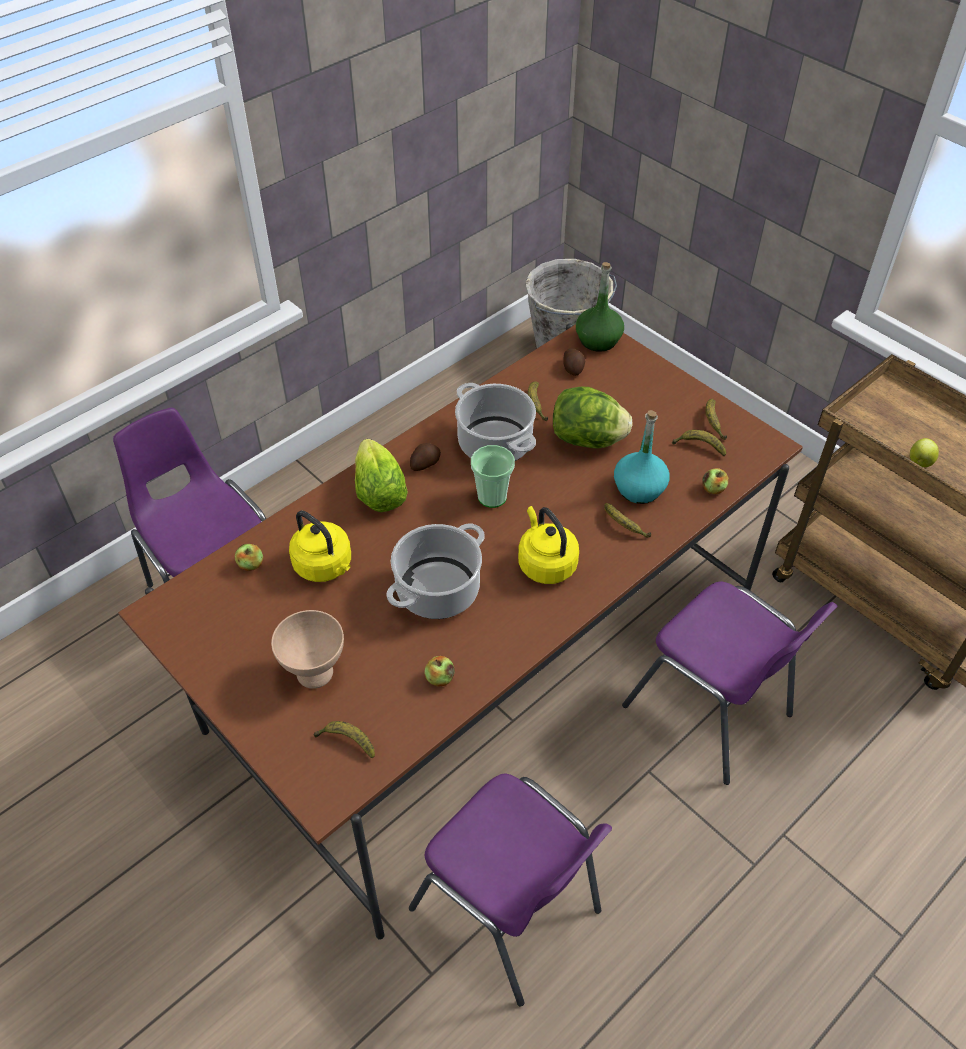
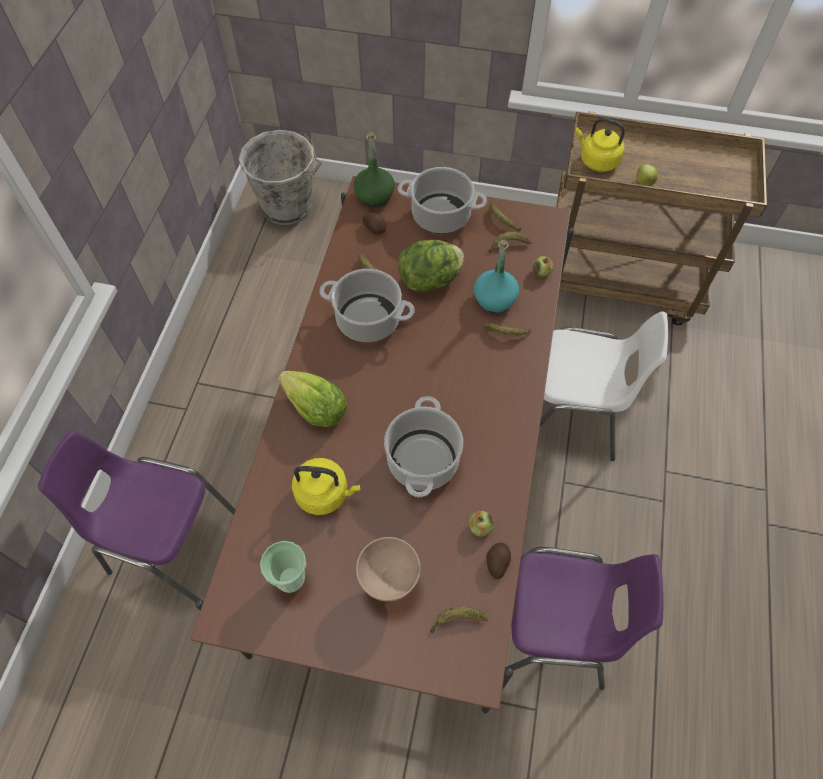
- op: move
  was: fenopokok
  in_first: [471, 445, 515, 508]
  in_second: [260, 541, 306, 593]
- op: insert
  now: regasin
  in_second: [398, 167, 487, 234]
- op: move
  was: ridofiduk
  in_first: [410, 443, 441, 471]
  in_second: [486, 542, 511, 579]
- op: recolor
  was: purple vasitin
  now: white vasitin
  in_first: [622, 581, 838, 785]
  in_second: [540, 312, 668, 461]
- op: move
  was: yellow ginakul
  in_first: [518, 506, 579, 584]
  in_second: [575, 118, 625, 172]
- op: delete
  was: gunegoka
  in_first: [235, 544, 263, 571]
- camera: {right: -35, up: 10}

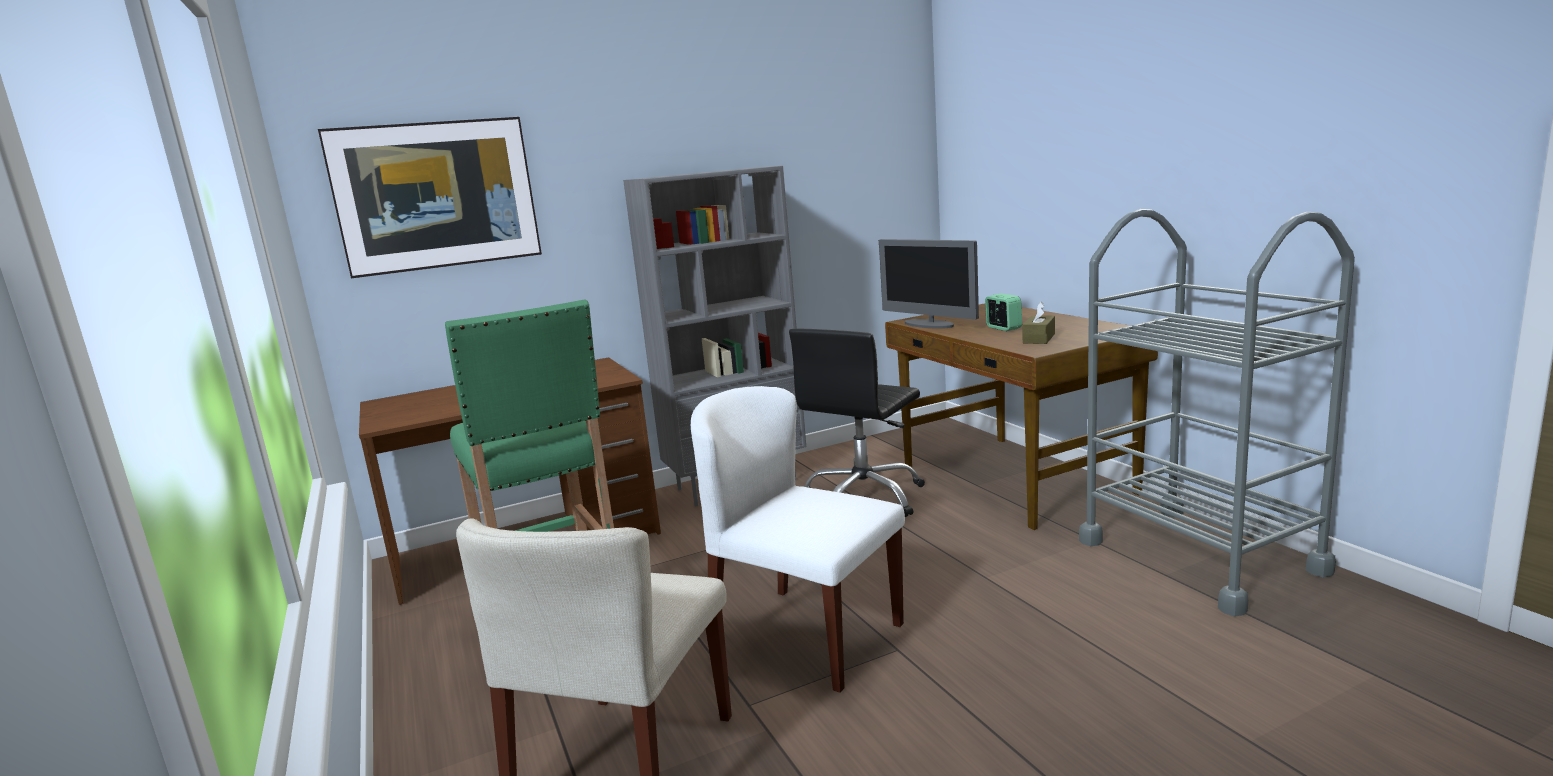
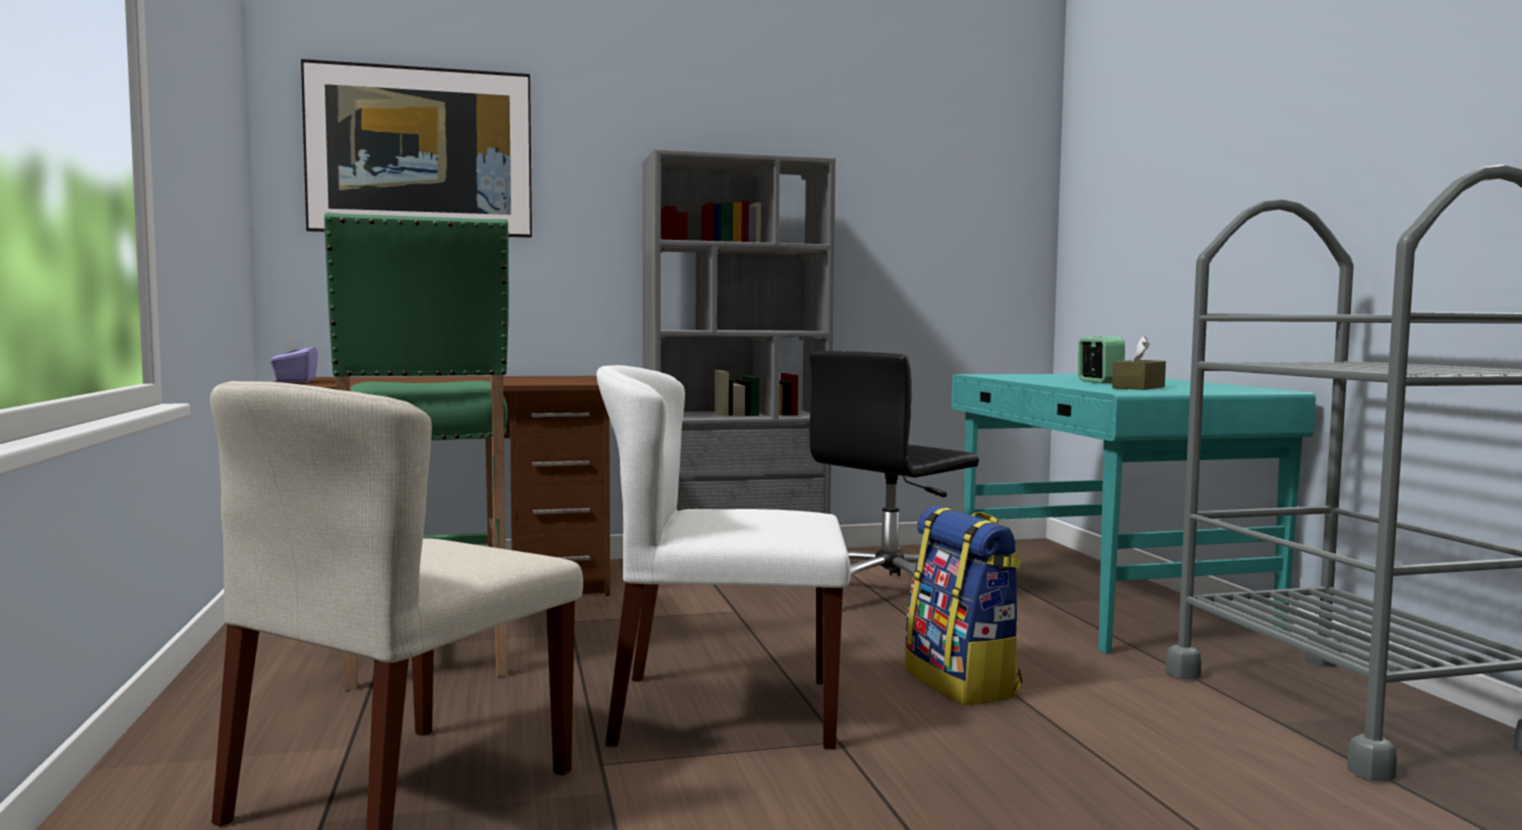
- op: insert
  now: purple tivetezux
  in_second: [270, 336, 318, 383]
- op: rotate
  was: white vasitin
  in_first: [691, 386, 905, 693]
  in_second: [597, 365, 851, 749]
  clockwise: -45
- op: insert
  now: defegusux
  in_second: [905, 506, 1022, 705]
- op: recolor
  was: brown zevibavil
  now: turquoise zevibavil
  in_first: [885, 304, 1158, 530]
  in_second: [952, 374, 1316, 654]
- op: delete
  was: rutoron
  in_first: [879, 239, 979, 329]
- camera: {right: 10, up: -10}

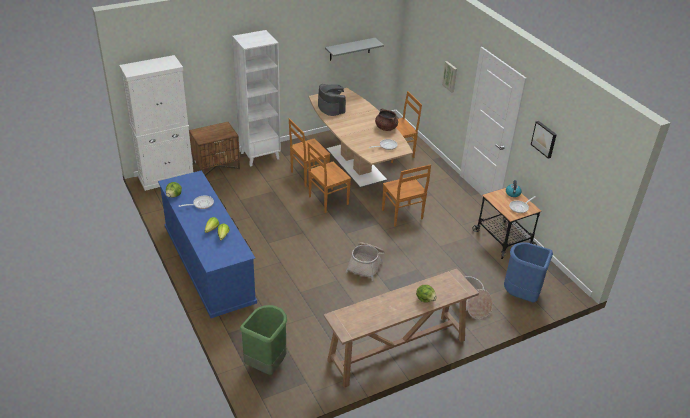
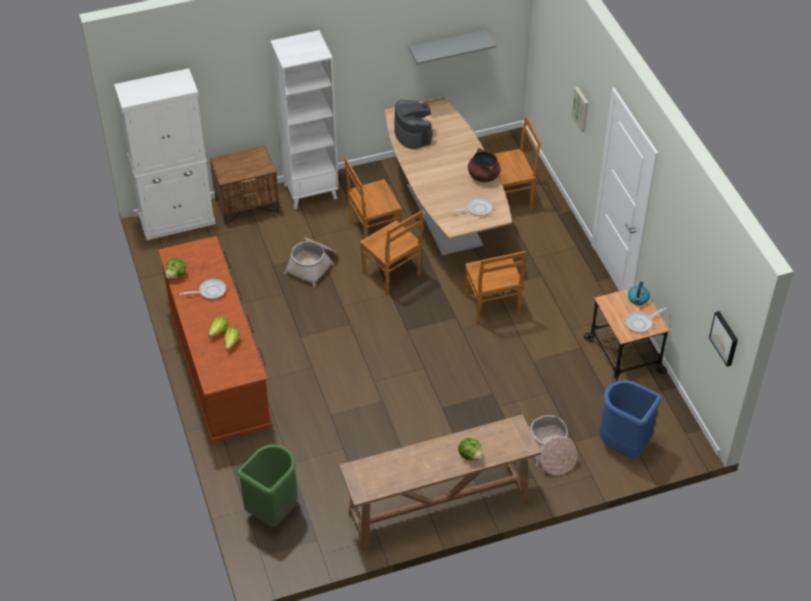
- op: recolor
  was: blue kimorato
  now: brown kimorato
  in_first: [158, 170, 257, 318]
  in_second: [158, 236, 273, 443]
- op: move
  was: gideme
  in_first: [345, 242, 385, 281]
  in_second: [284, 238, 337, 287]
- op: rotate
  was: brown vasitin
  in_first: [308, 142, 351, 213]
  in_second: [360, 210, 423, 295]
  clockwise: -105
- op: move
  was: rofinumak
  in_first: [531, 121, 557, 159]
  in_second: [709, 311, 738, 367]
- camera: {right: 10, up: 10}

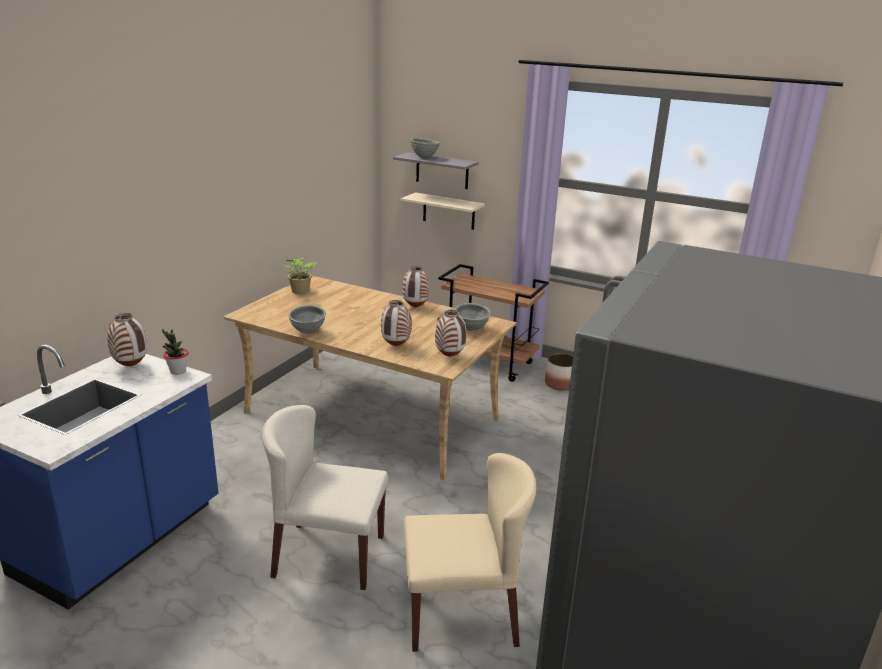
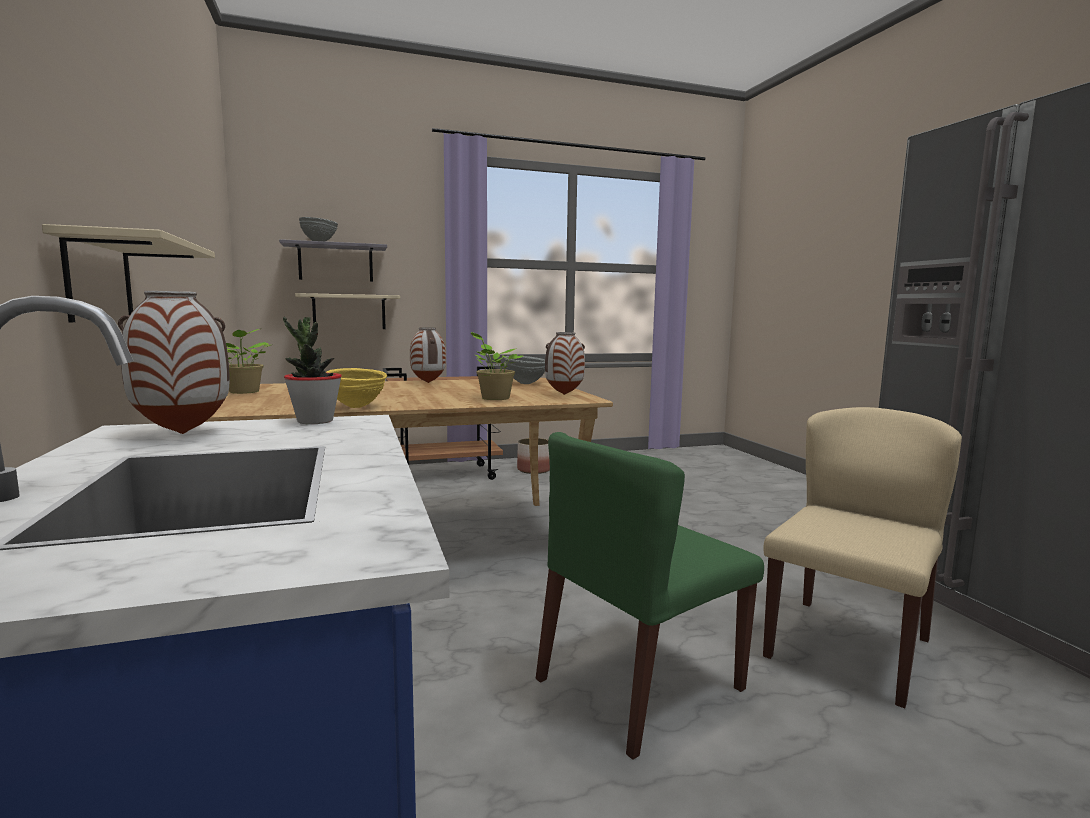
- op: insert
  now: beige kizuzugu
  in_second: [42, 224, 215, 322]
- op: recolor
  was: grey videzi
  now: yellow videzi
  in_first: [289, 305, 326, 334]
  in_second: [326, 368, 387, 408]
- op: replace
  was: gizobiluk
  now: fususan
  in_first: [381, 300, 411, 346]
  in_second: [471, 332, 523, 400]
- op: recolor
  was: beige vasitin
  now: green vasitin
  in_first: [262, 405, 388, 590]
  in_second: [536, 432, 764, 760]
- camera: {right: -45, up: -15}

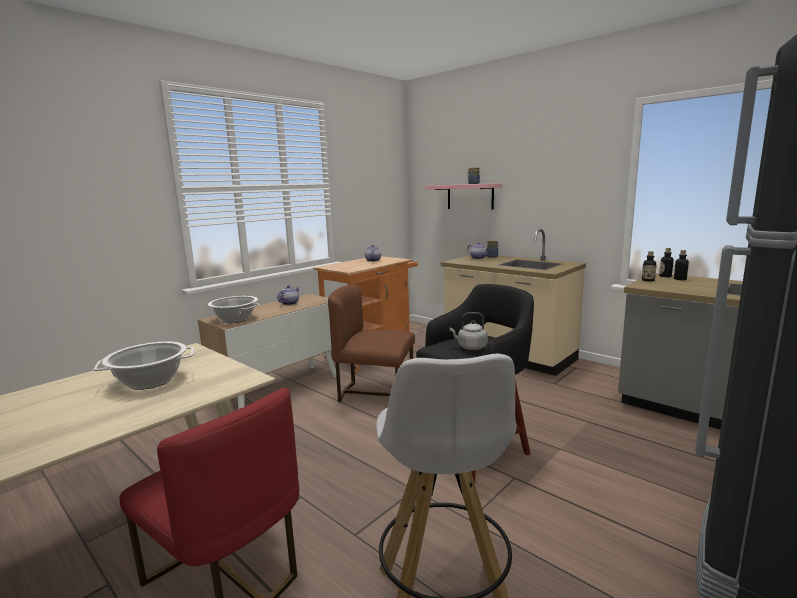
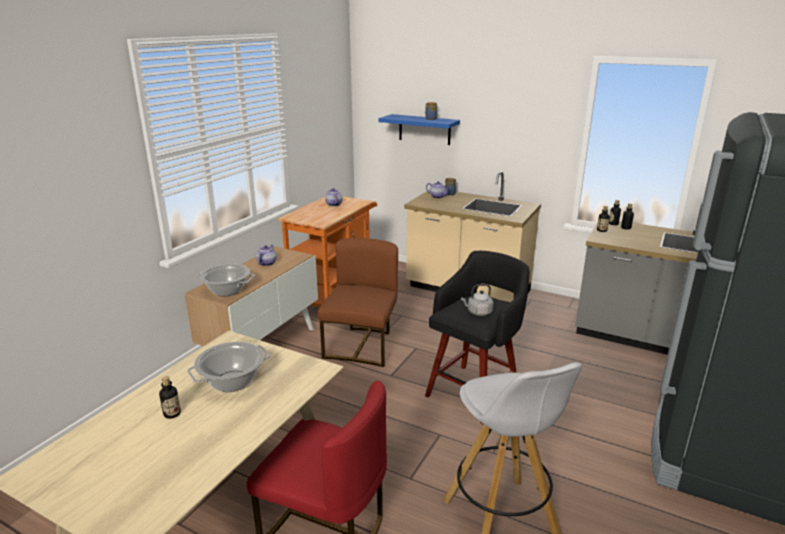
- op: insert
  now: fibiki
  in_second: [159, 376, 181, 419]
- op: rotate
  was: brown vasitin
  in_first: [328, 285, 415, 402]
  in_second: [318, 238, 398, 367]
  clockwise: 105
- op: recolor
  was: pink kizuzugu
  now: blue kizuzugu
  in_first: [425, 183, 502, 209]
  in_second: [378, 114, 460, 145]
- camera: {right: -15, up: 10}

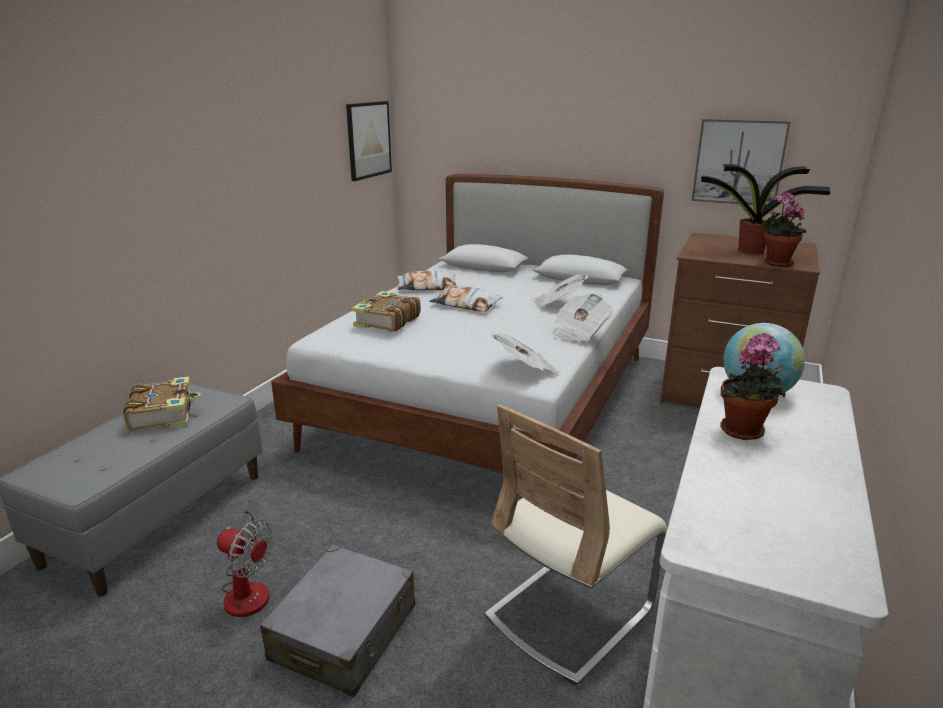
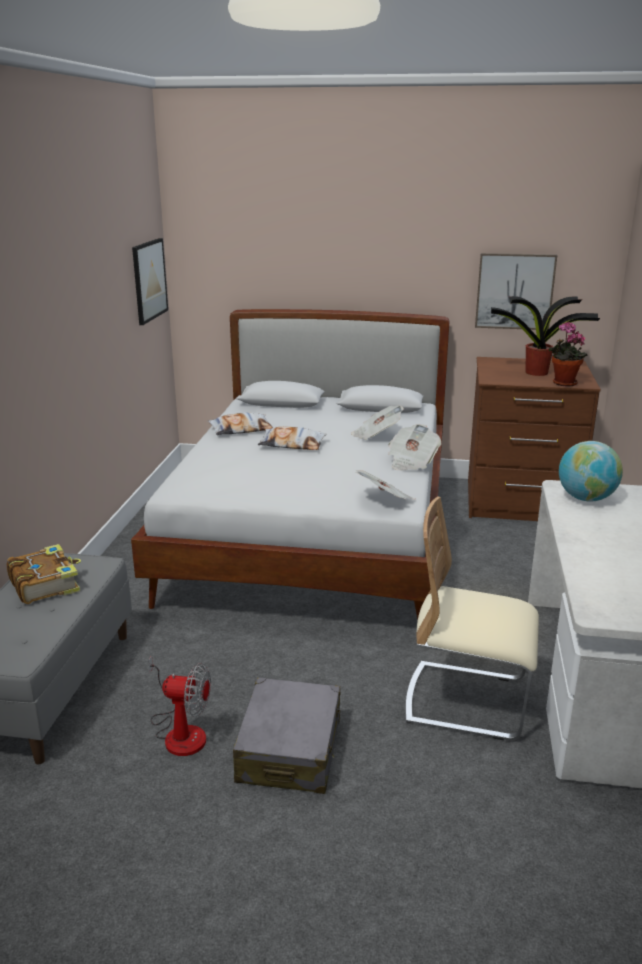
- op: rotate
  was: beige vasitin
  in_first: [485, 404, 667, 685]
  in_second: [405, 497, 539, 740]
  clockwise: 75
- op: delete
  was: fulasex
  in_first: [352, 291, 421, 332]
- op: delete
  was: fususan
  in_first: [720, 333, 786, 440]
- camera: {right: -15, up: 0}

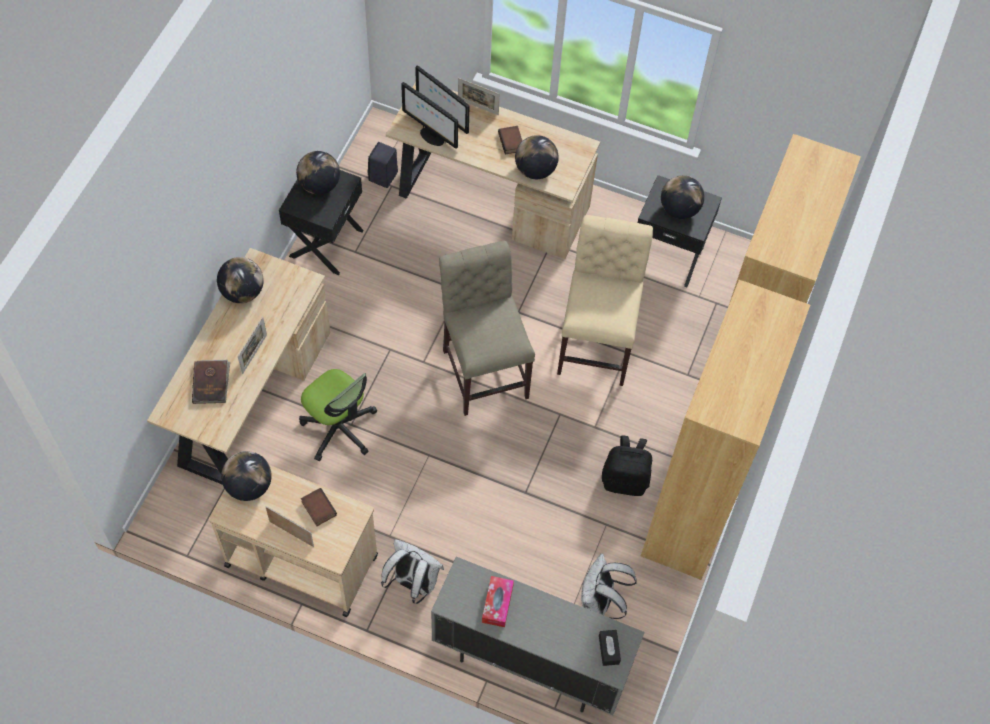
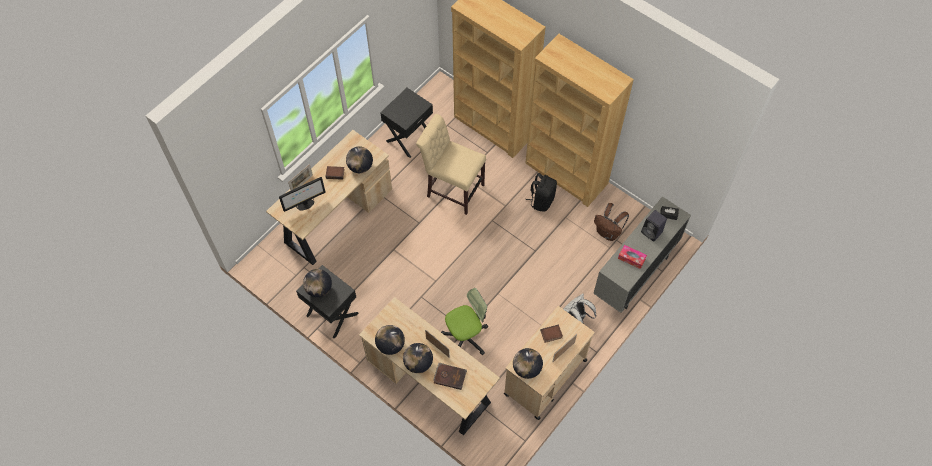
- op: move
  was: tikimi
  in_first: [661, 175, 704, 219]
  in_second: [403, 343, 433, 373]
- op: recolor
  was: white defegusux
  now: brown defegusux
  in_first: [581, 553, 637, 619]
  in_second: [594, 203, 629, 241]
- op: move
  was: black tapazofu
  in_first: [367, 142, 398, 188]
  in_second: [641, 210, 667, 241]
- op: delete
  was: rutoron
  in_first: [401, 82, 458, 149]
- op: delete
  was: beige vasitin
  in_first: [439, 241, 535, 416]
- camera: {right: -70, up: 0}

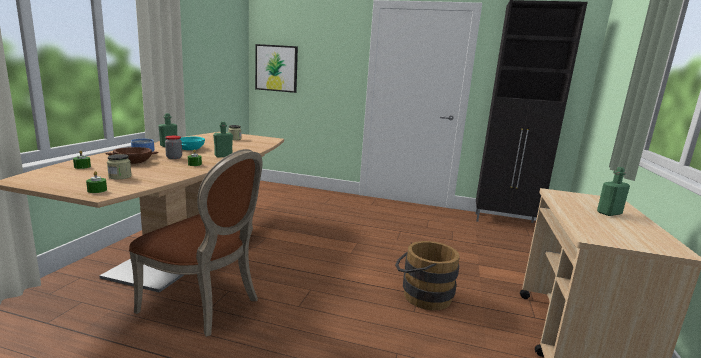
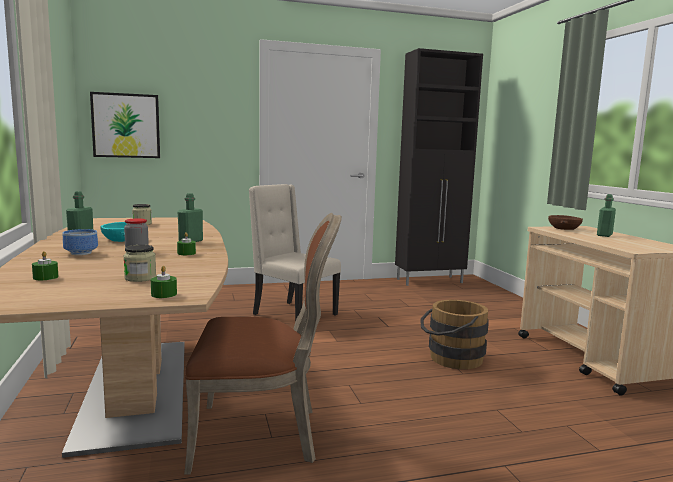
- op: insert
  now: beige vasitin
  in_second: [249, 184, 341, 322]
- op: move
  was: brown videzi
  in_first: [105, 147, 158, 164]
  in_second: [548, 215, 583, 230]
- camera: {right: -30, up: -5}

